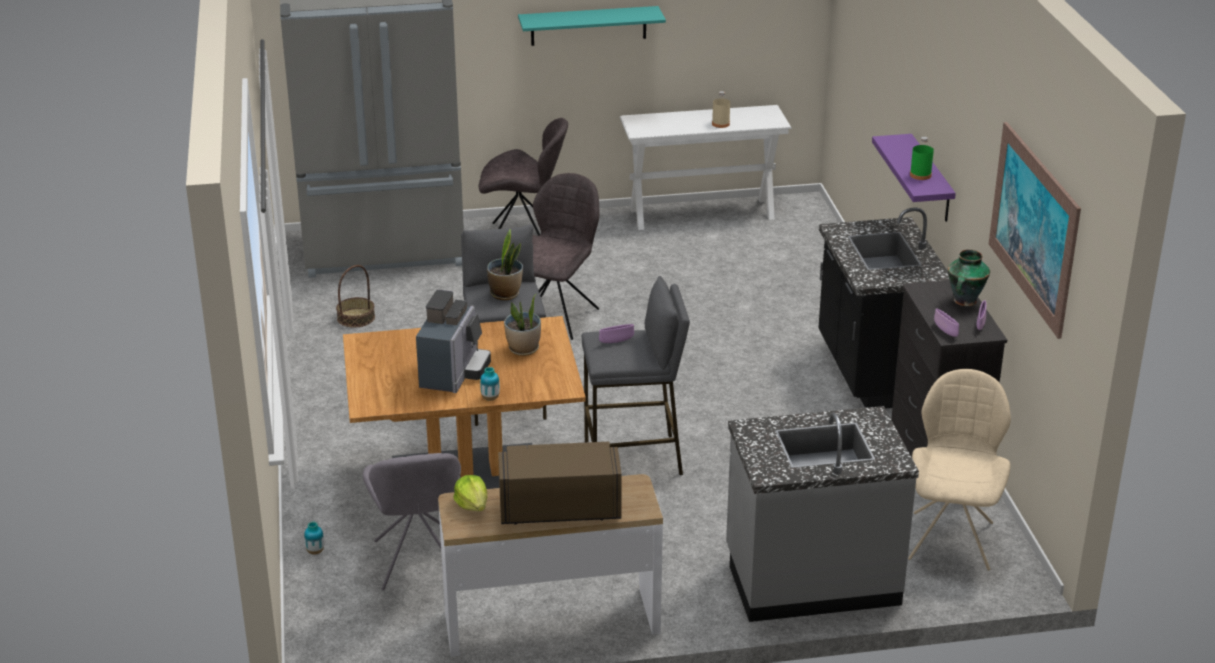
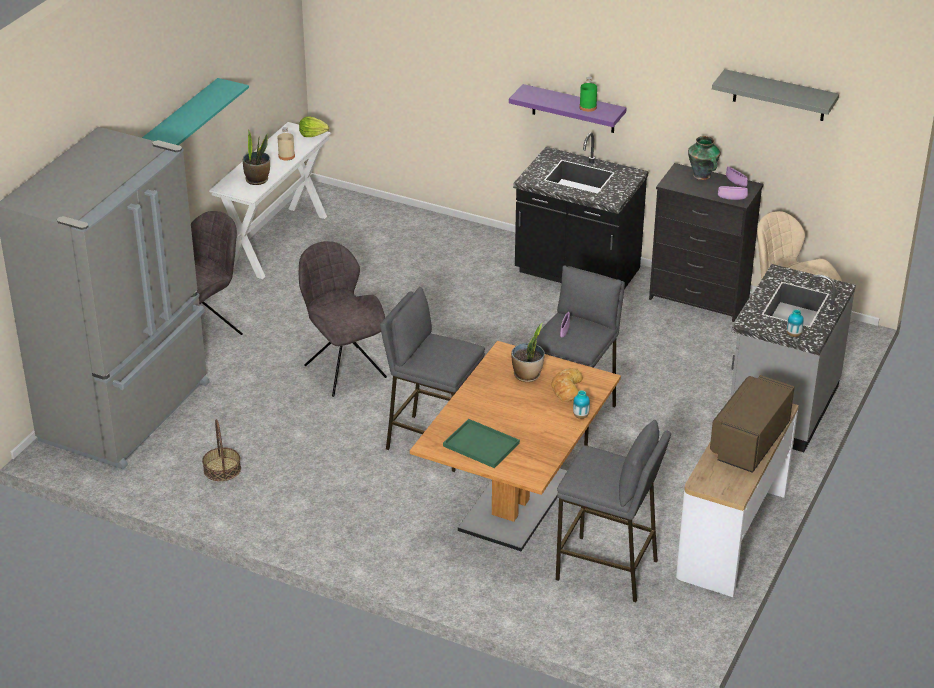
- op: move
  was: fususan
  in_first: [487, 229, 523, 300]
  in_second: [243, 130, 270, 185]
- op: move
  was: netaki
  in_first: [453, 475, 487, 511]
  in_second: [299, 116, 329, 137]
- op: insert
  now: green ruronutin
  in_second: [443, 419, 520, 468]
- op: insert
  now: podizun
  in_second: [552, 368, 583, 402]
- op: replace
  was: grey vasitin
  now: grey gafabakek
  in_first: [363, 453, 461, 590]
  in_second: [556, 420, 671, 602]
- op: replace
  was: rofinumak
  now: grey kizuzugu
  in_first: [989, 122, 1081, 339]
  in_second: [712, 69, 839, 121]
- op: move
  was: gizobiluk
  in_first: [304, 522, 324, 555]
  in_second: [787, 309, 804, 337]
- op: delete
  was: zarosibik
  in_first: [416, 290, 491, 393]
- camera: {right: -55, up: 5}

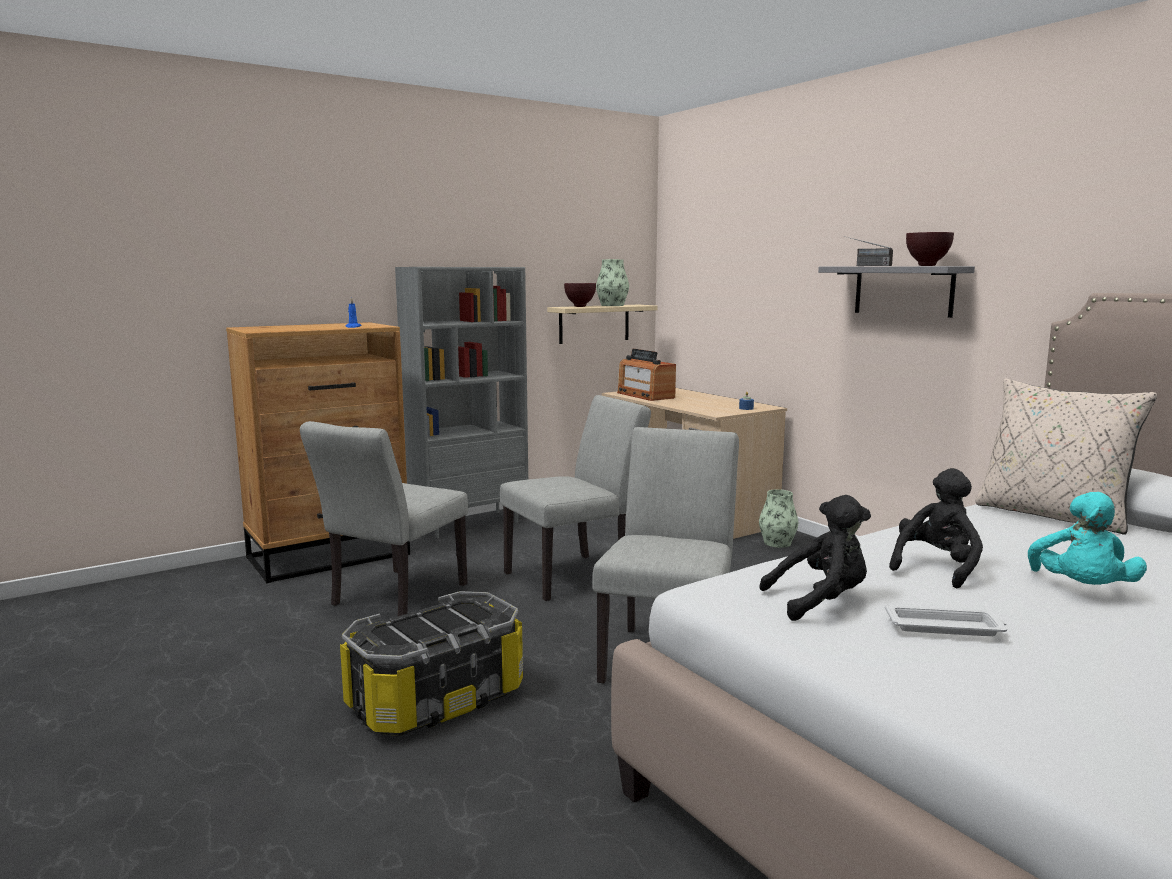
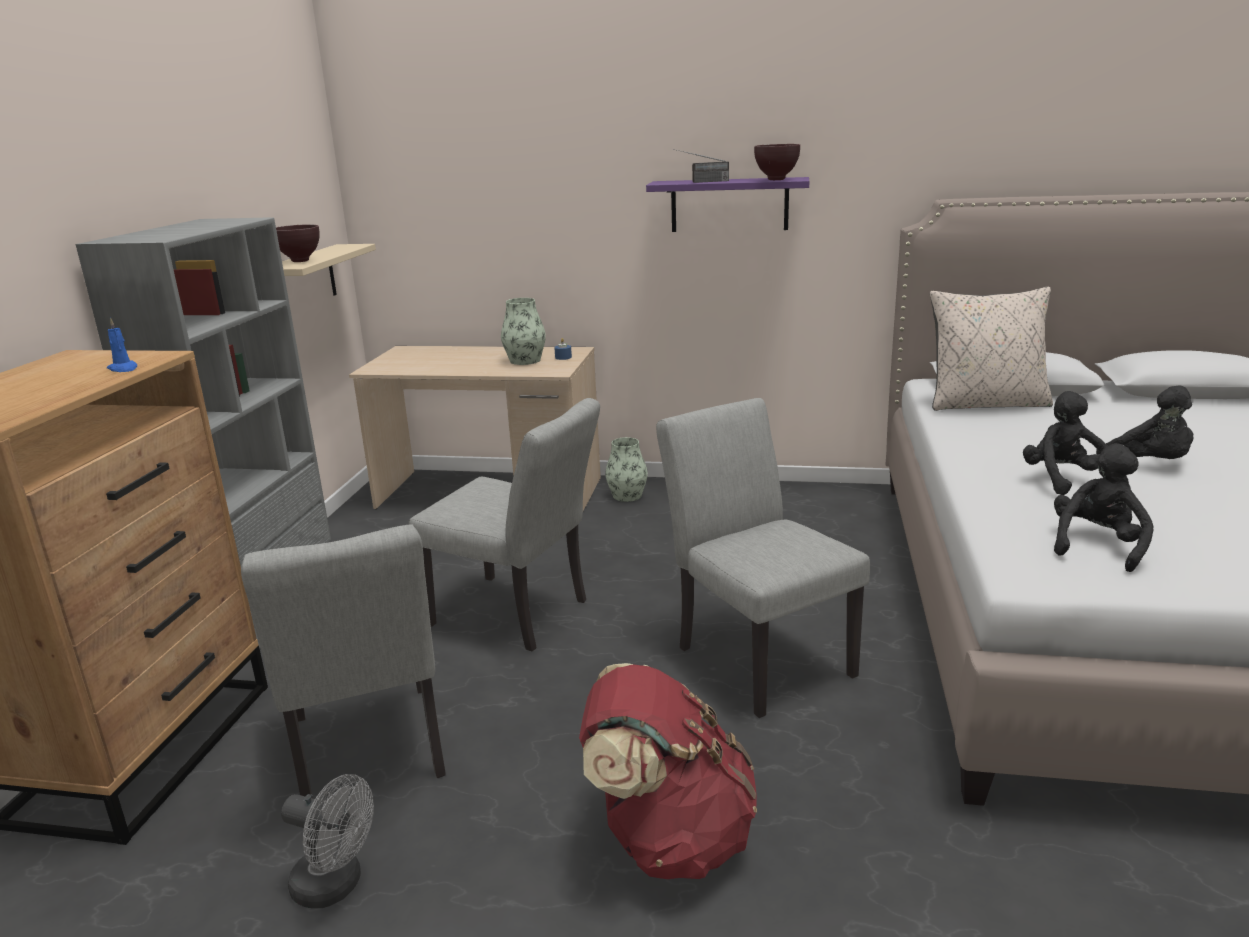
- op: insert
  now: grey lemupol
  in_second: [281, 774, 374, 908]
- op: rotate
  was: grey vasitin
  in_first: [500, 395, 651, 601]
  in_second: [409, 398, 600, 651]
  clockwise: 105
- op: move
  was: gizobiluk
  in_first: [596, 259, 629, 306]
  in_second: [501, 298, 546, 365]
- op: replace
  was: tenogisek
  now: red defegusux
  in_first: [340, 591, 523, 736]
  in_second: [579, 663, 757, 879]
- op: recolor
  was: grey kizuzugu
  now: purple kizuzugu
  in_first: [818, 266, 975, 318]
  in_second: [646, 177, 809, 232]
- op: recolor
  was: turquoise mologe
  now: black mologe
  in_first: [1028, 492, 1147, 585]
  in_second: [1096, 385, 1193, 459]
- op: delete
  was: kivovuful
  in_first: [617, 349, 676, 401]
- op: delete
  was: white ruronutin
  in_first: [885, 604, 1007, 636]
- camera: {right: -45, up: 10}

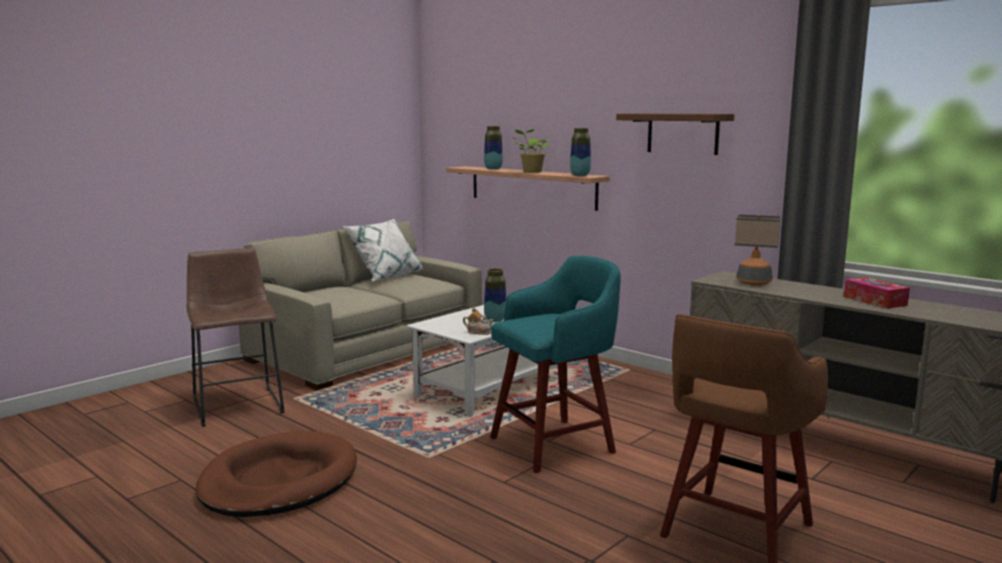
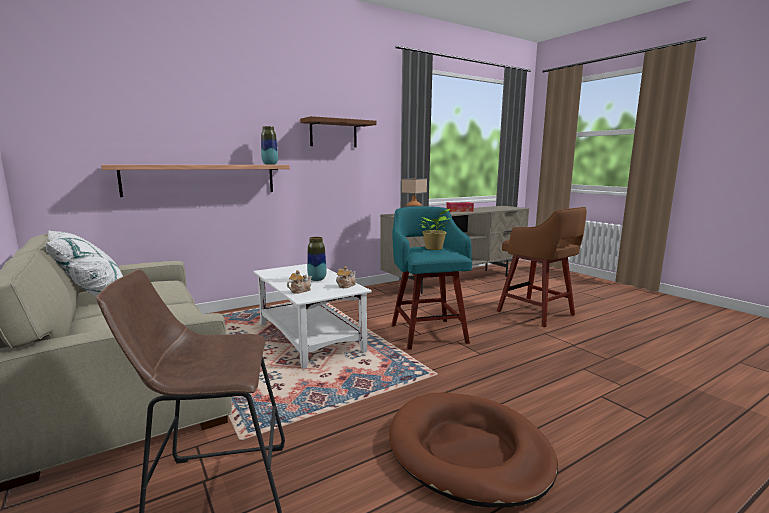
- op: insert
  now: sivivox
  in_second: [287, 270, 312, 294]
- op: move
  was: fususan
  in_first: [514, 129, 549, 173]
  in_second: [420, 209, 450, 250]
- op: delete
  was: gizobiluk
  in_first: [484, 126, 503, 170]
- camera: {right: -75, up: 0}

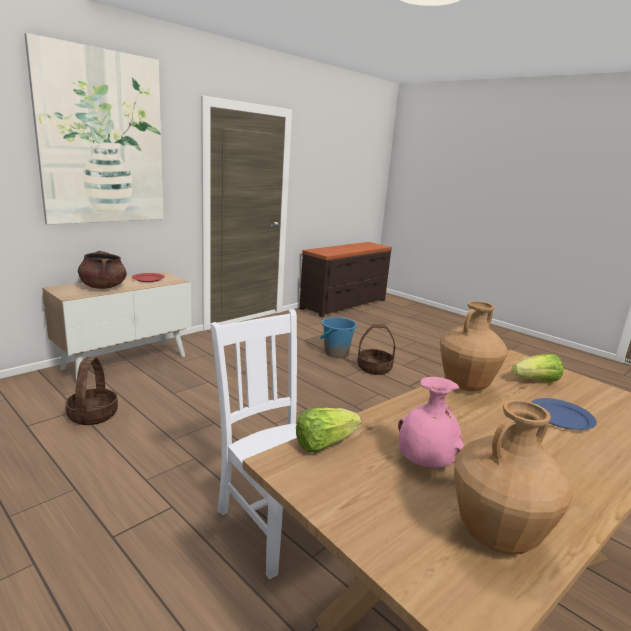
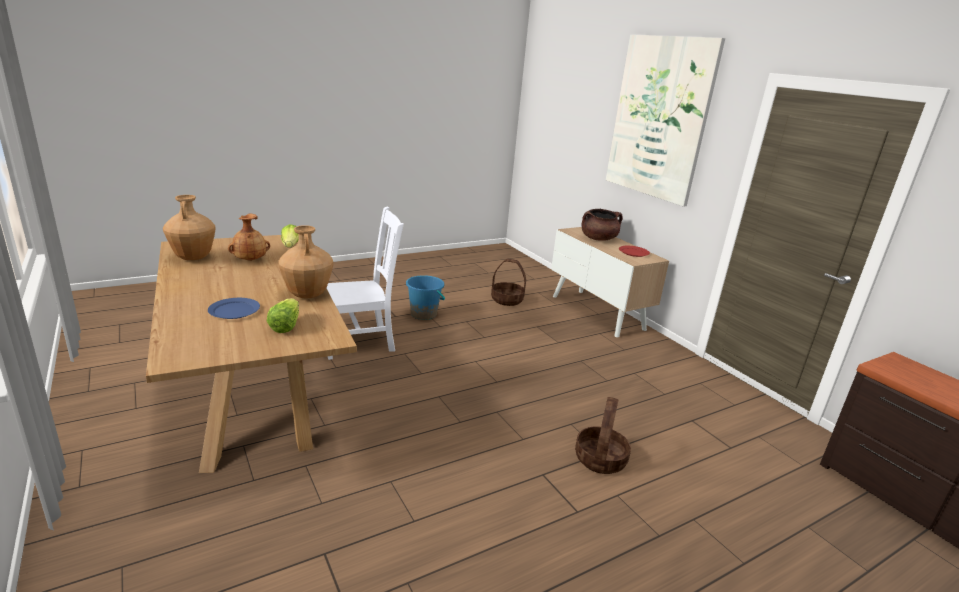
- op: recolor
  was: pink gizobiluk
  now: brown gizobiluk
  in_first: [398, 377, 465, 468]
  in_second: [228, 213, 270, 261]
- op: move
  was: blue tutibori
  in_first: [320, 317, 357, 358]
  in_second: [406, 275, 445, 320]
- camera: {right: 105, up: 5}

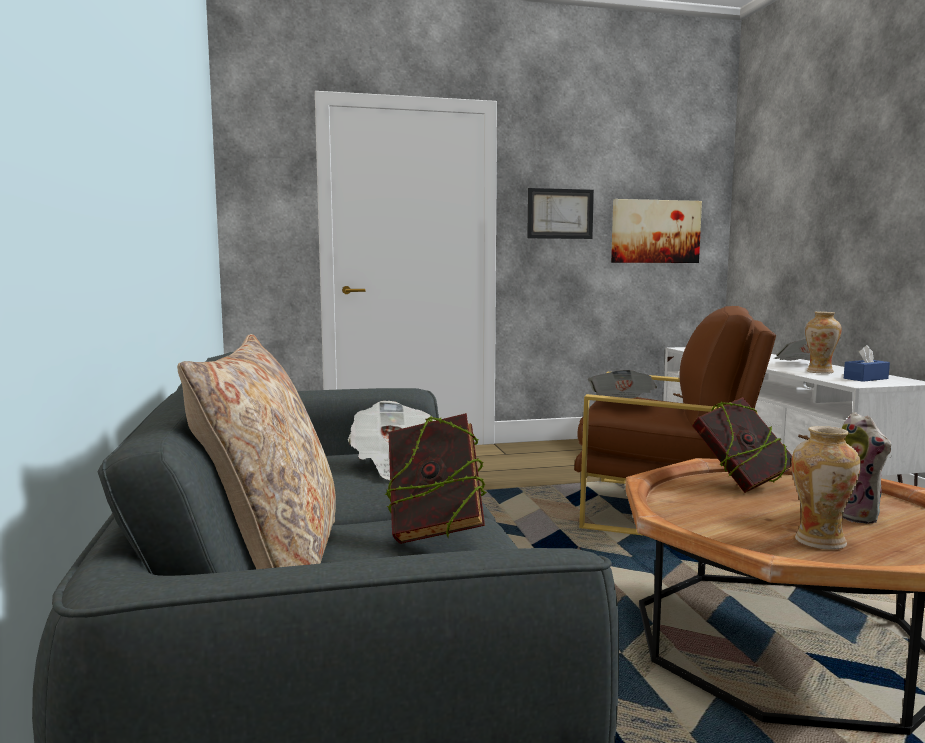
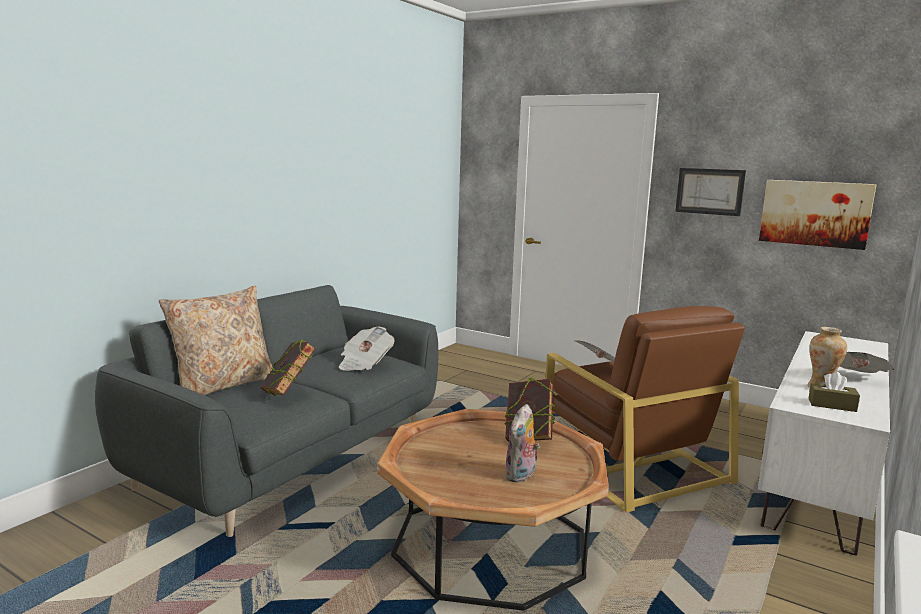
- op: recolor
  was: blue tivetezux
  now: brown tivetezux
  in_first: [844, 345, 890, 382]
  in_second: [808, 372, 860, 412]
- op: delete
  was: gizobiluk
  in_first: [791, 426, 861, 550]
- camera: {right: 45, up: 5}

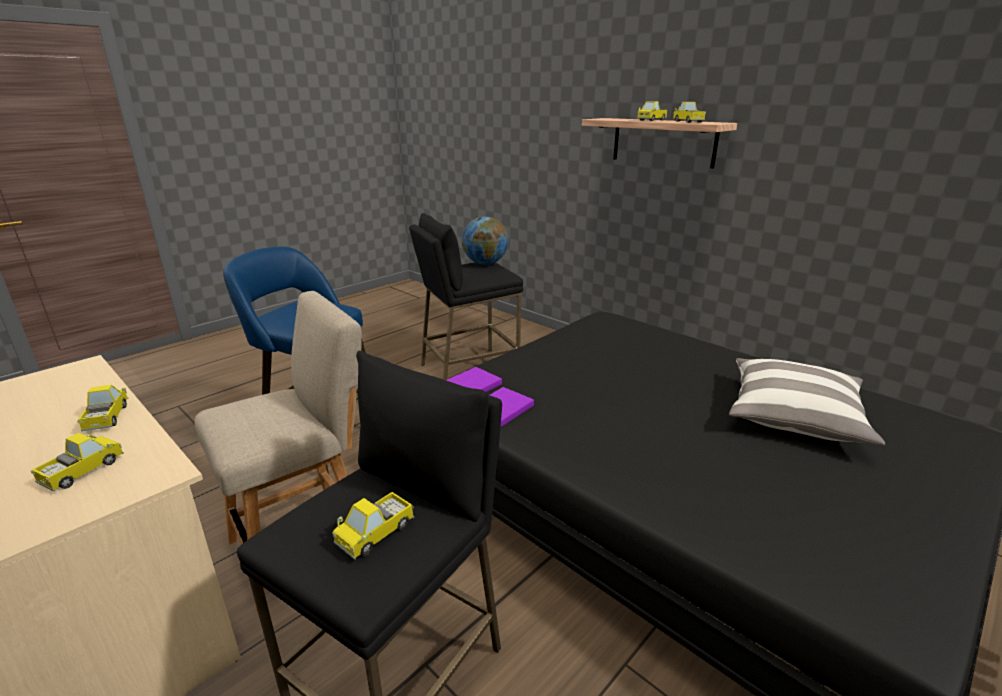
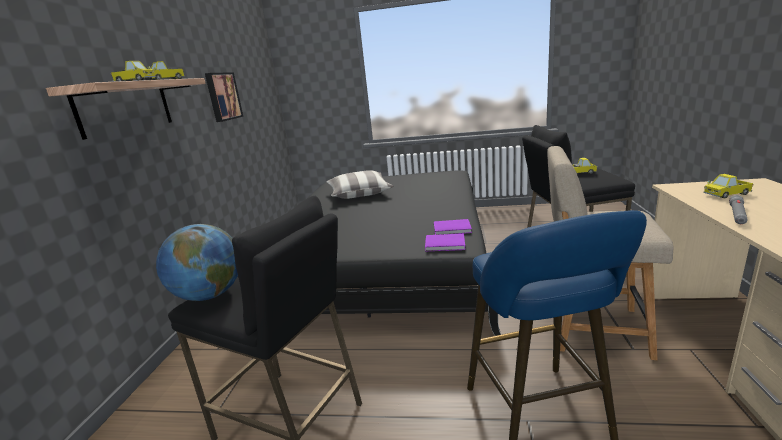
- op: insert
  now: rofinumak
  in_second: [205, 72, 243, 122]
- op: replace
  was: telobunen
  now: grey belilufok
  in_first: [77, 385, 129, 432]
  in_second: [729, 195, 748, 224]
- camera: {right: -125, up: -5}

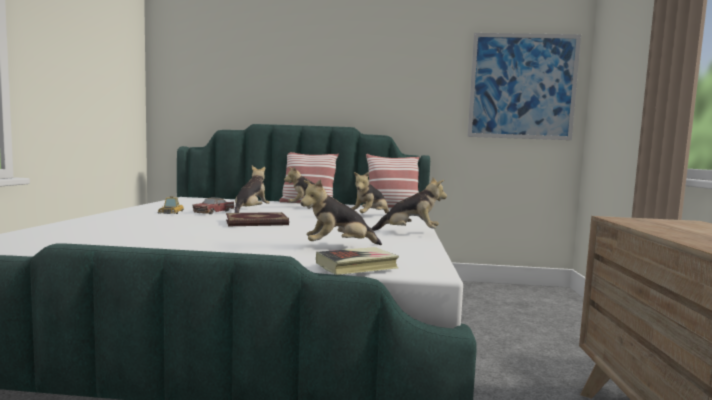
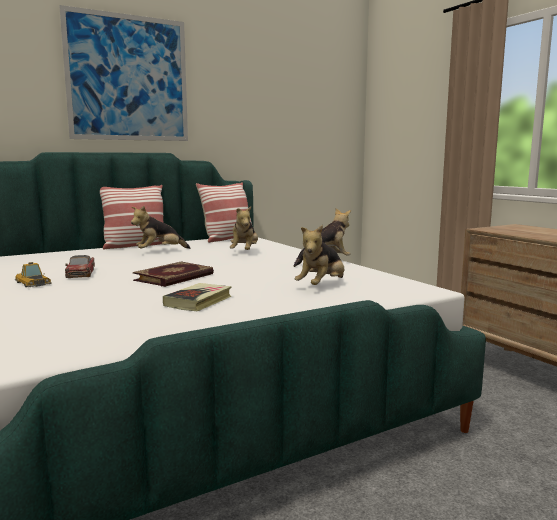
- op: move
  was: rofinumak
  in_first: [468, 33, 581, 140]
  in_second: [59, 5, 188, 141]
- op: move
  was: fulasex
  in_first: [316, 247, 399, 275]
  in_second: [163, 283, 232, 311]
- op: delete
  was: mologe
  in_first: [235, 166, 270, 213]
- camera: {right: -35, up: 5}

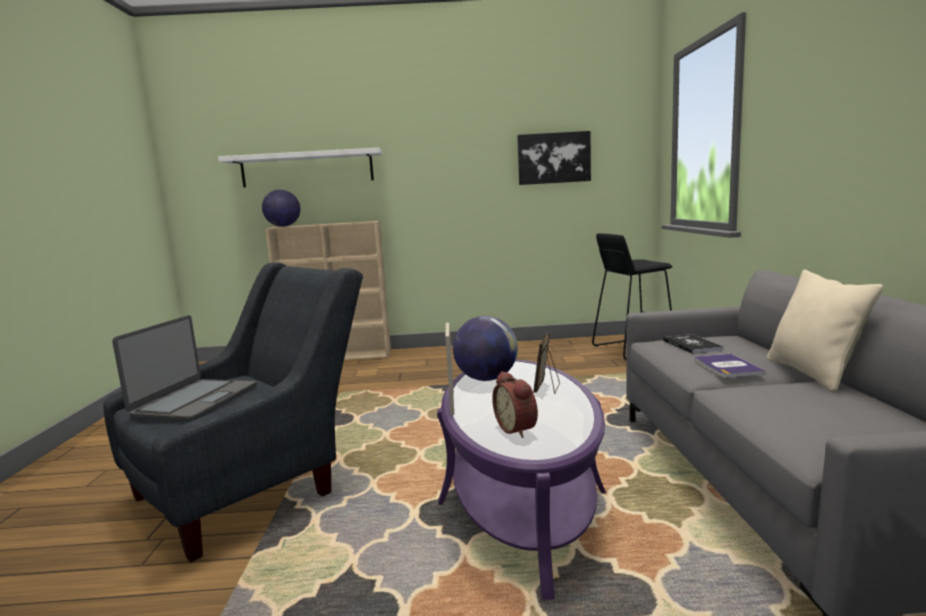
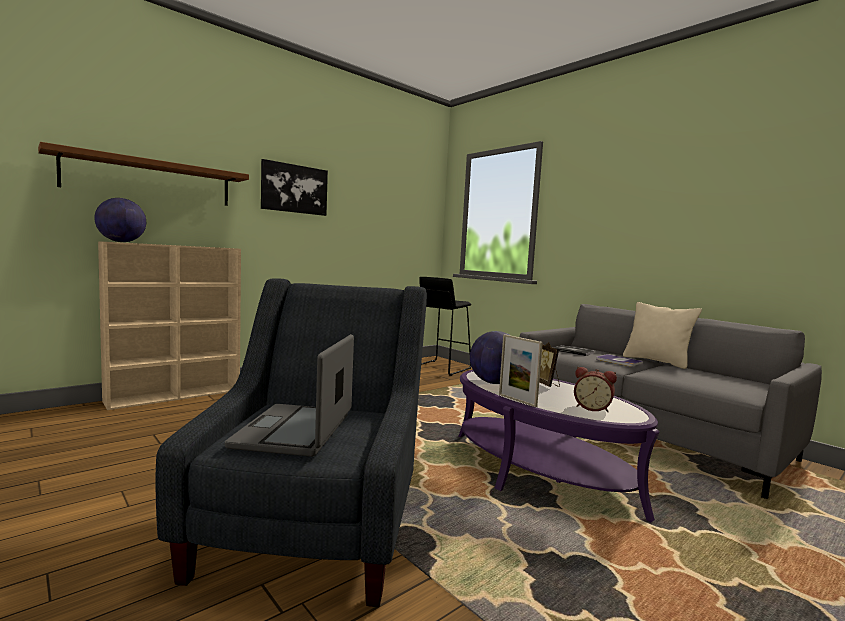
- op: recolor
  was: white kizuzugu
  now: brown kizuzugu
  in_first: [218, 148, 382, 187]
  in_second: [38, 142, 249, 206]
- op: rotate
  was: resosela
  in_first: [112, 315, 257, 422]
  in_second: [225, 334, 354, 457]
  clockwise: -150
- op: move
  was: rofinumak
  in_first: [517, 131, 591, 185]
  in_second: [261, 159, 328, 216]
- camera: {right: -40, up: -5}

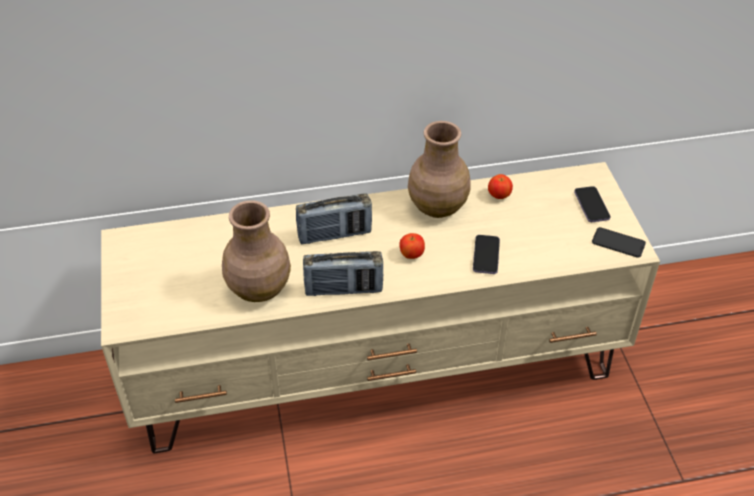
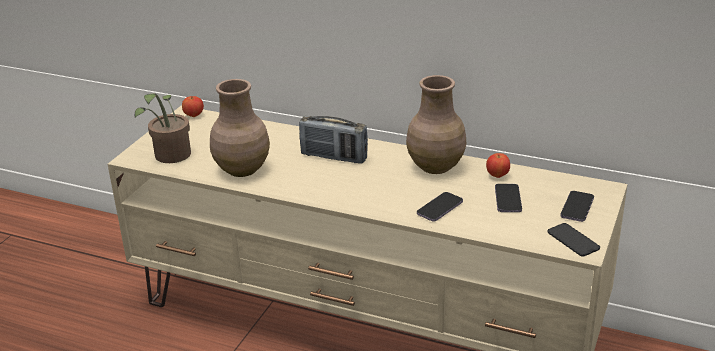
- op: insert
  now: fususan
  in_second: [135, 93, 191, 163]
- op: move
  was: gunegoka
  in_first: [399, 233, 425, 259]
  in_second: [182, 96, 204, 117]
- op: insert
  now: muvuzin
  in_second: [495, 184, 522, 212]
- op: delete
  was: kivovuful
  in_first: [303, 251, 383, 296]
- camera: {right: 35, up: -15}

